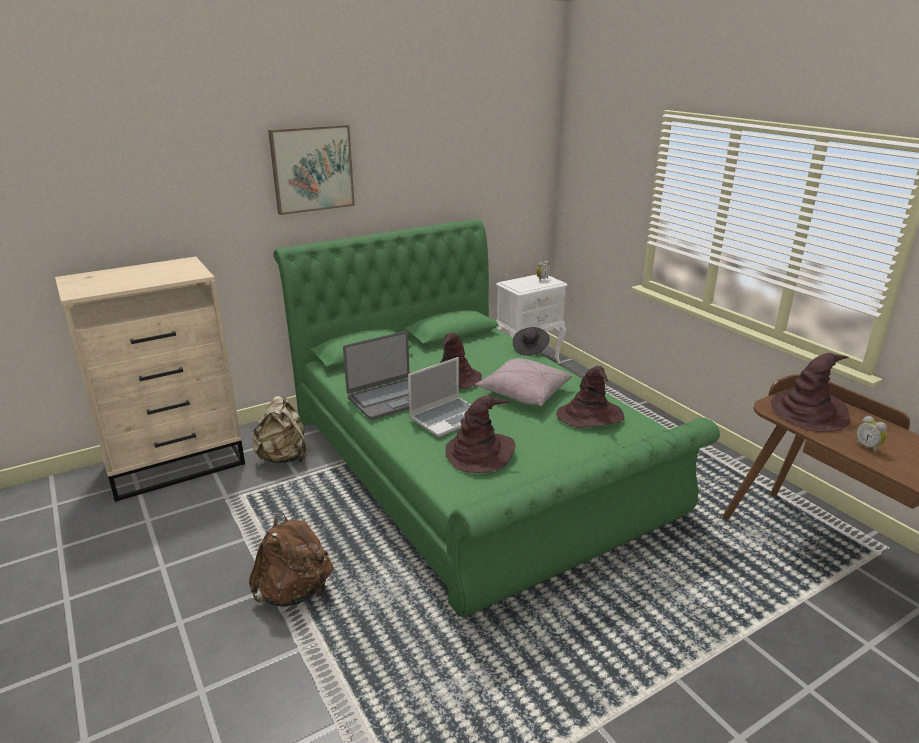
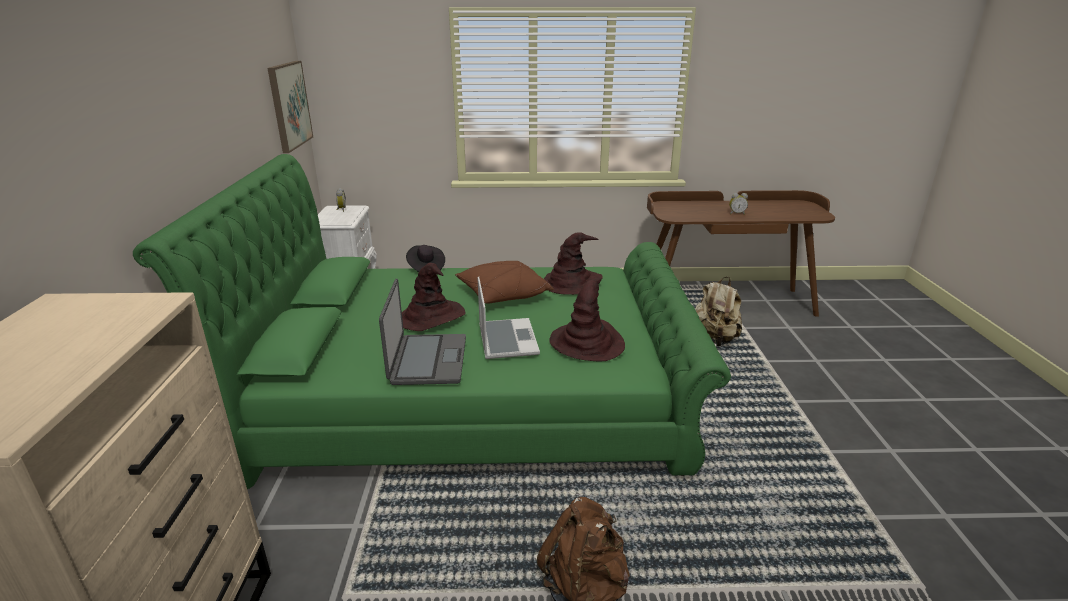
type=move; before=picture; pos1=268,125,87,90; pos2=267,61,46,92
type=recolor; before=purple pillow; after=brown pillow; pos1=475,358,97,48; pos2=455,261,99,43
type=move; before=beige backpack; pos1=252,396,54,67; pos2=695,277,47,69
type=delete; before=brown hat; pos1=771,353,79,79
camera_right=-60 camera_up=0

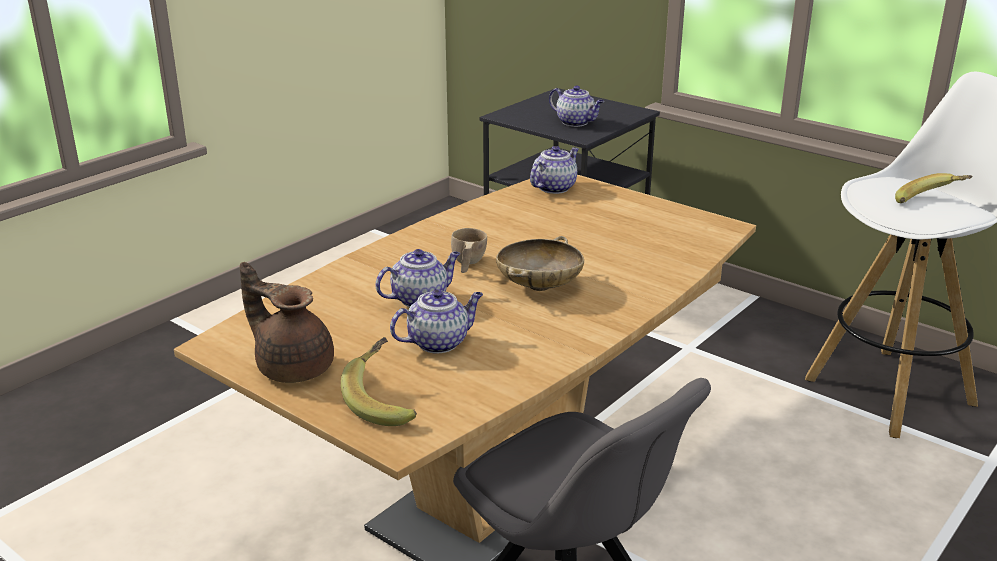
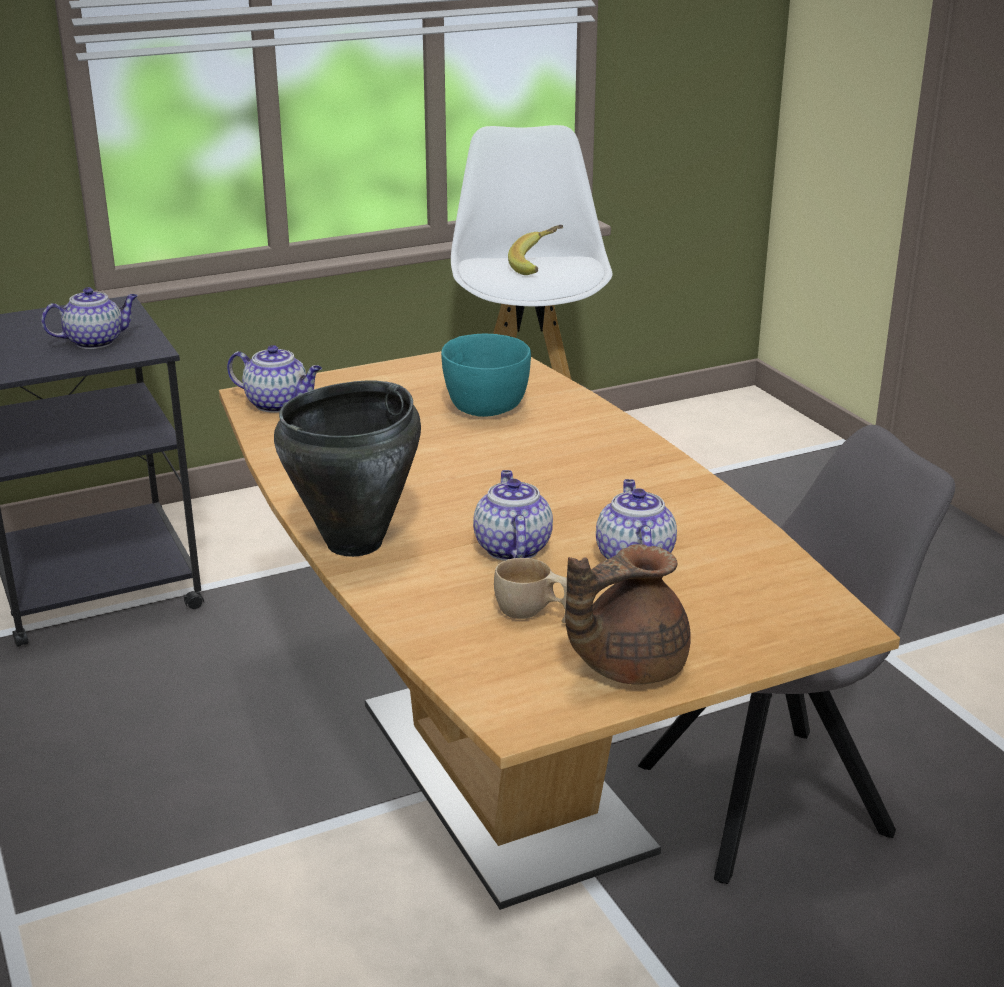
type=rotate; before=teapot; pos1=530,146,49,48; pos2=227,345,95,68; turn=135
type=insert; after=black cooking pot; pos2=274,381,147,176
type=insert; after=turquoise bowl; pos2=441,333,90,84
type=move; before=beige cup; pos1=451,228,36,45; pos2=494,558,73,65
type=delete; before=banana; pos1=341,337,76,89
type=delete; before=beige bowl; pos1=496,236,88,55
camera_right=-65 camera_up=0

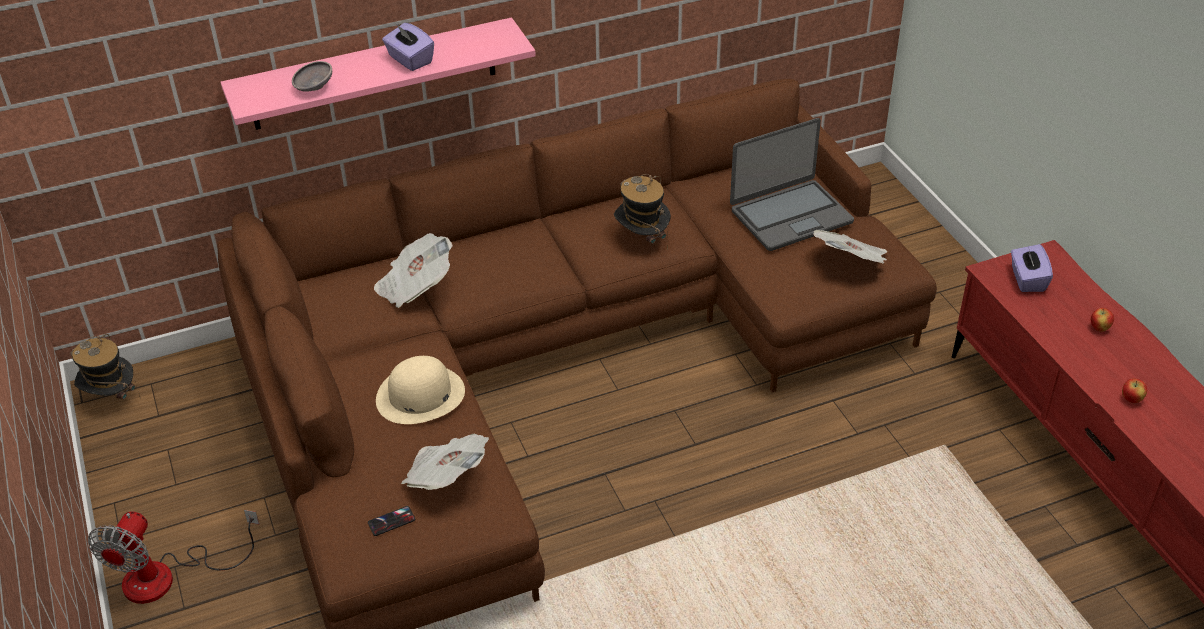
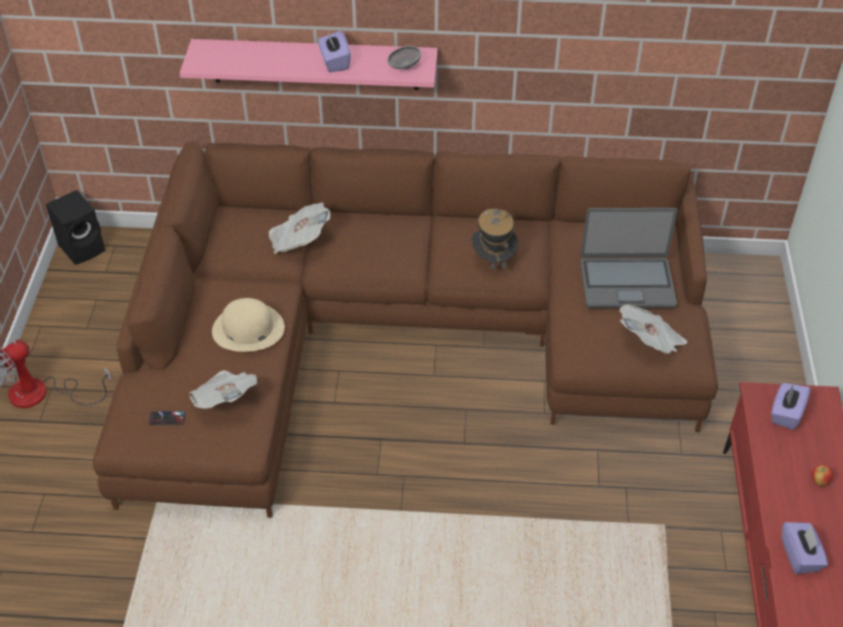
type=replace; before=hat; after=black speaker; pos1=71,334,70,65; pos2=46,190,59,75
type=move; before=grey bowl; pos1=292,61,40,31; pos2=387,46,34,23
type=replace; before=apple; after=purple tissue box; pos1=1122,378,25,25; pos2=782,522,46,52
camera_right=25 camera_up=5

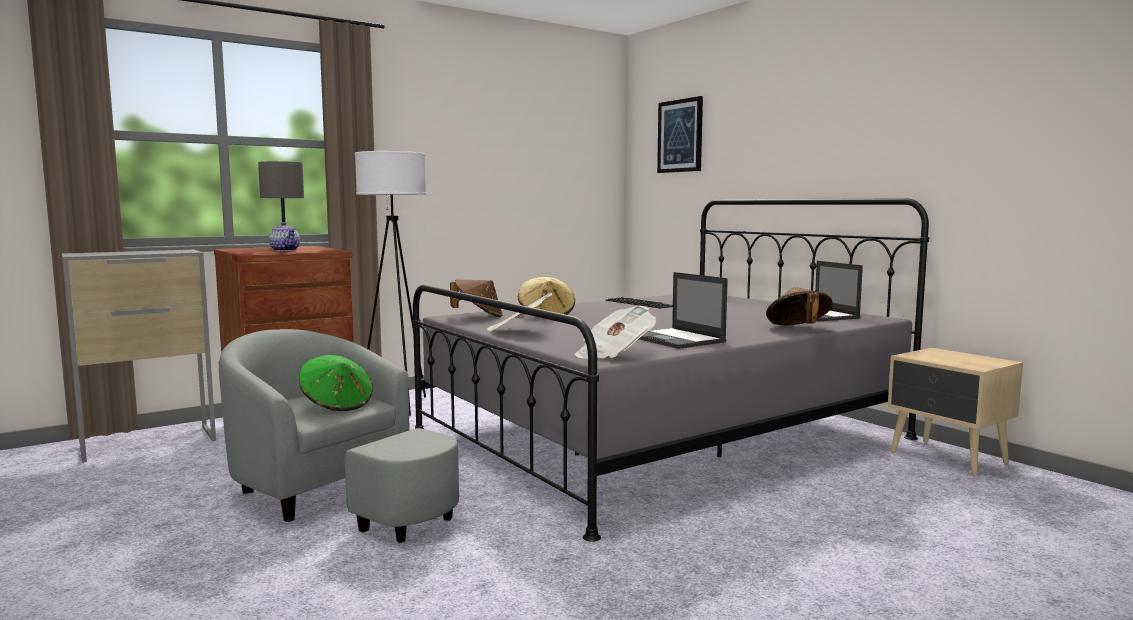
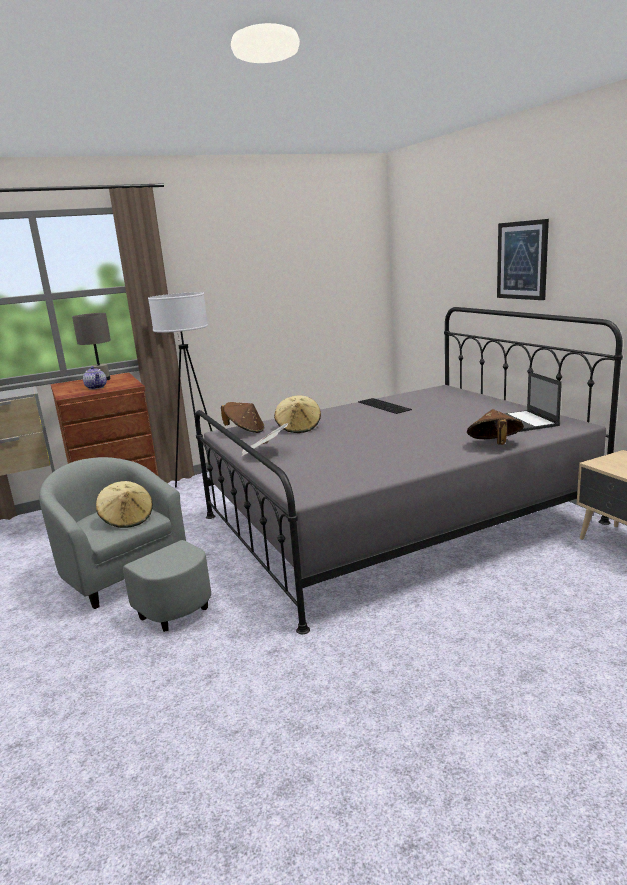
type=recolor; before=green hat; after=beige hat; pos1=299,355,74,56; pos2=96,481,57,47
type=move; before=picture; pos1=657,96,46,77; pos2=497,219,52,81
type=delete; before=newspaper; pos1=575,306,81,52
type=delete; before=laptop; pos1=639,272,89,77
camera_right=10 camera_up=10

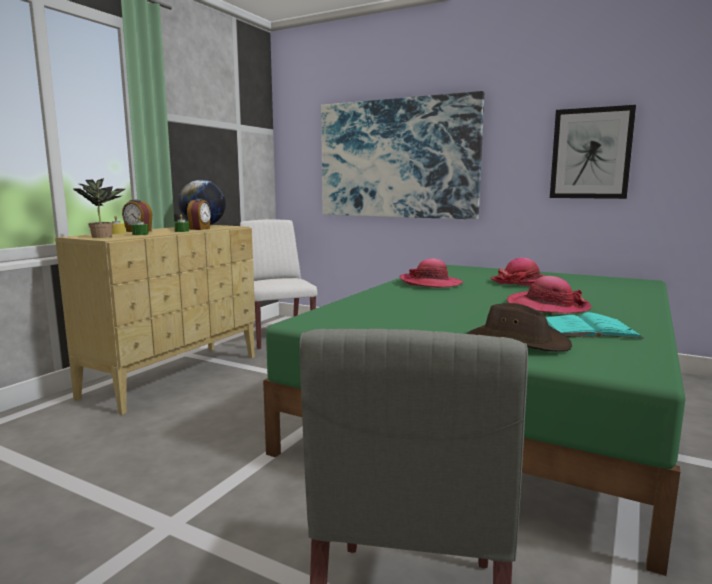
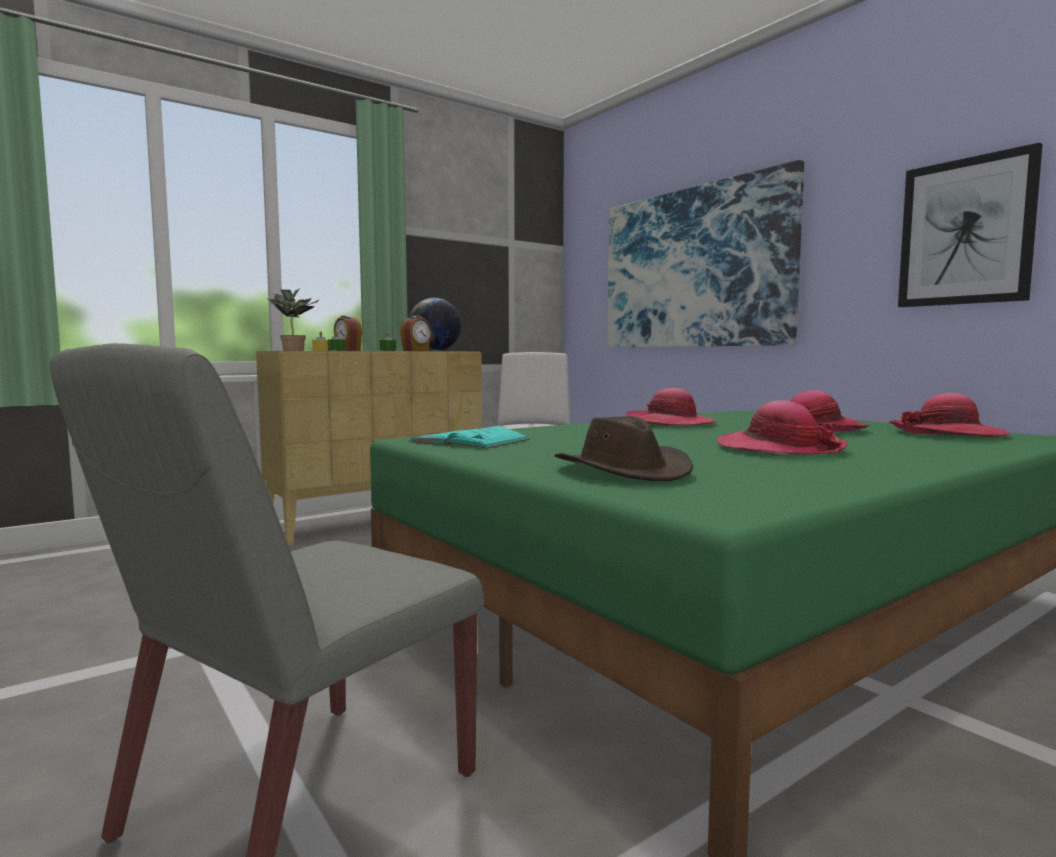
type=move; before=turquoise book; pos1=546,312,98,27; pos2=409,426,121,22
type=insert; after=hat; pos2=889,393,121,44
camera_right=25 camera_up=-5

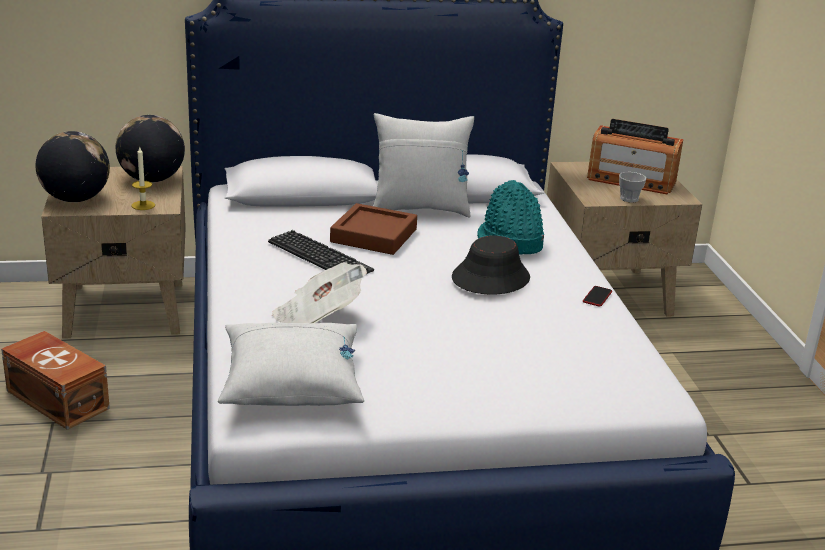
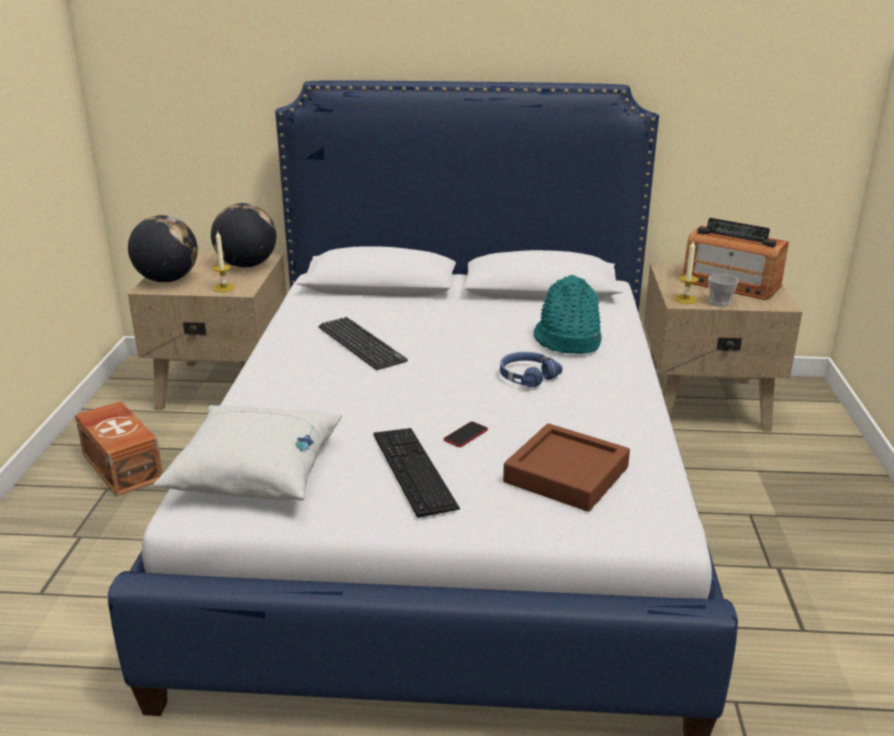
type=insert; after=keyboard; pos2=374,428,86,90
type=move; before=phone; pos1=583,286,29,21; pos2=443,422,45,25
type=replace; before=black hat; after=blue headphones; pos1=452,236,78,59; pos2=500,352,62,35
type=move; before=brown tray; pos1=330,203,87,52; pos2=503,423,127,89
type=insert; after=candle; pos2=674,240,25,64
type=delete; before=newspaper; pos1=272,262,95,61
type=delete; before=grey pillow; pos1=373,113,101,104
camera_right=15 camera_up=0

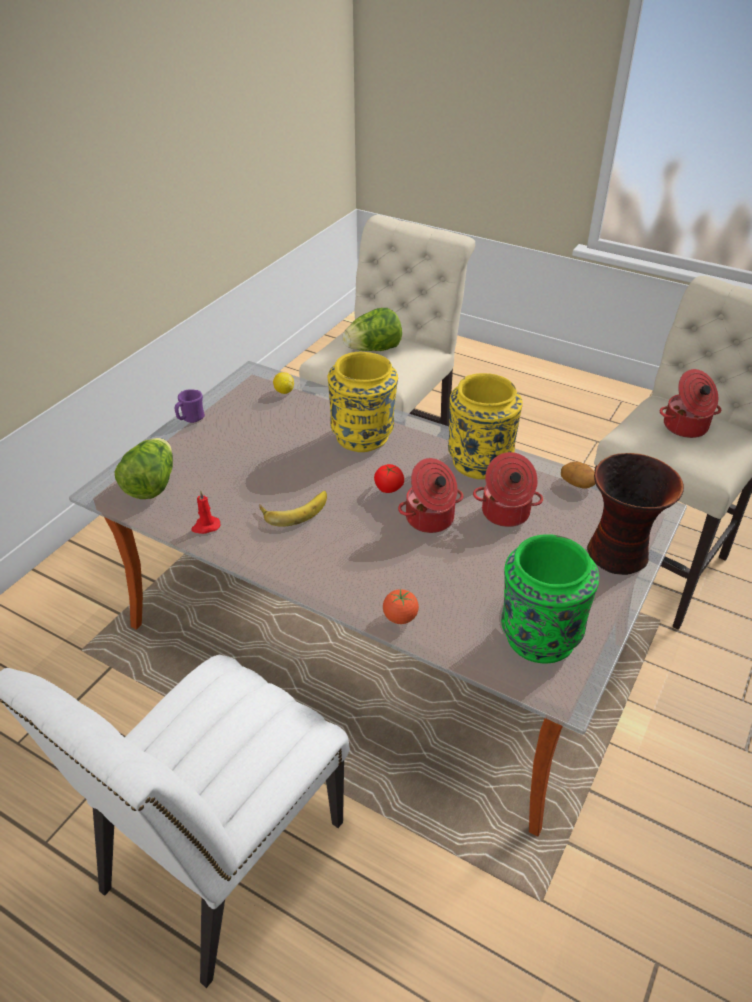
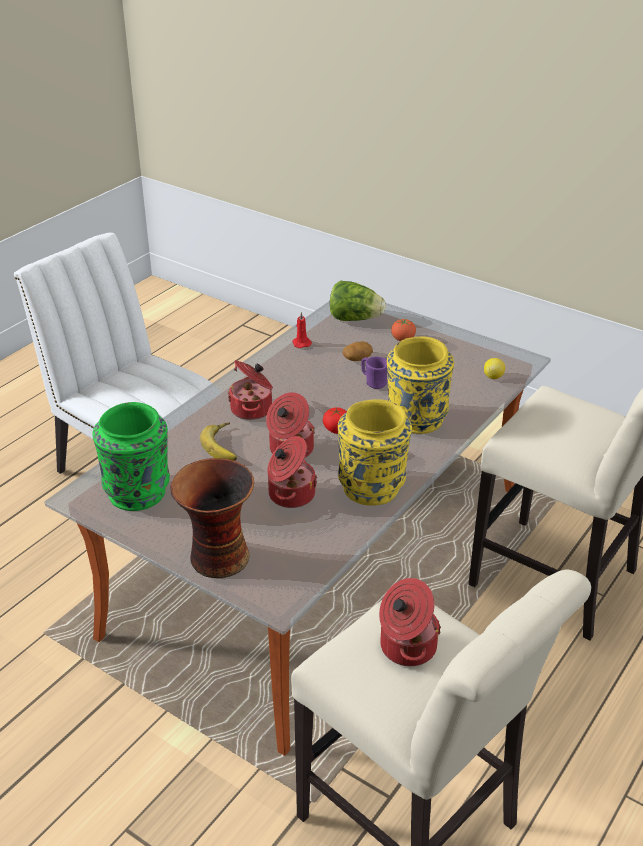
type=move; before=banana; pos1=259,491,68,36; pos2=200,422,37,39
type=insert; after=cooking pot; pos2=228,360,45,60
type=move; before=potato; pos1=561,461,35,28; pos2=343,341,30,20
type=move; before=purple mug; pos1=174,389,31,34; pos2=361,356,26,33
type=move; before=tomato; pos1=383,589,36,35; pos2=391,319,25,22
type=delete; before=lettuce; pos1=342,308,60,43
camera_right=95 camera_up=-5

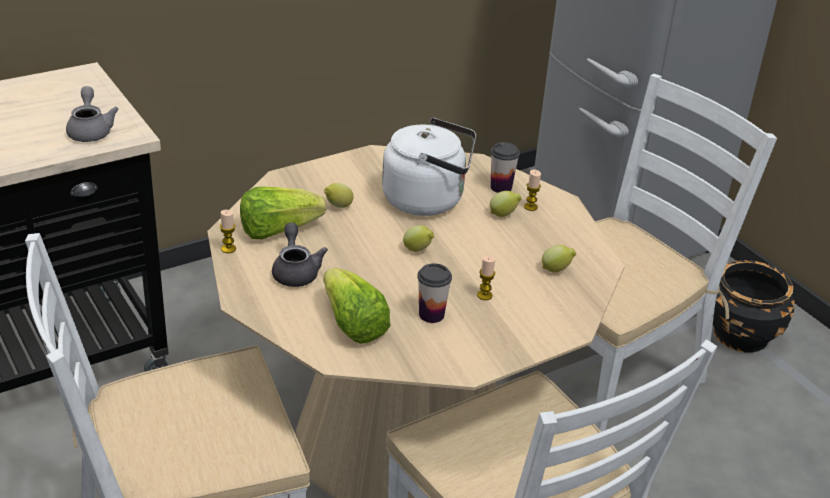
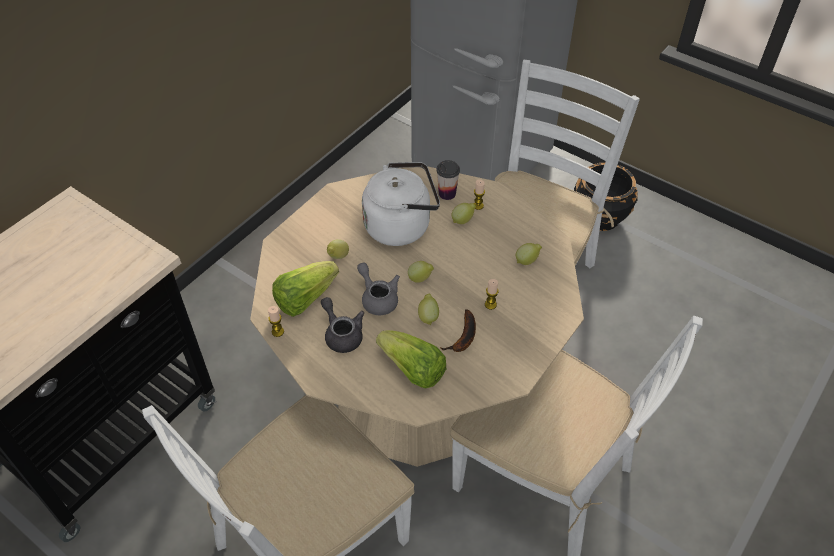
type=move; before=grey teapot; pos1=66,86,53,56; pos2=357,263,43,52
type=insert; after=lemon; pos2=418,294,21,31
type=replace; before=cup; after=banana; pos1=417,263,35,60; pos2=439,309,37,43
camera_right=-20 camera_up=15

